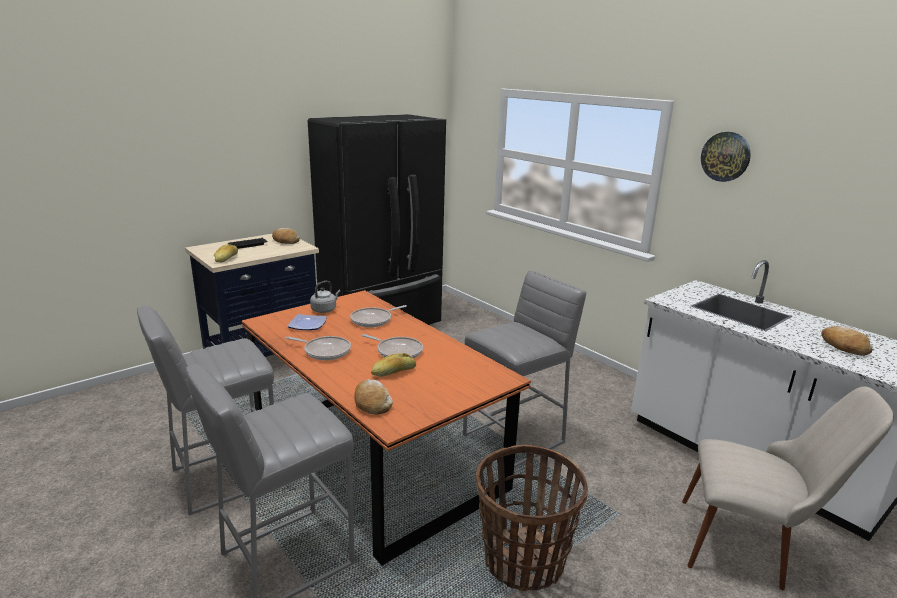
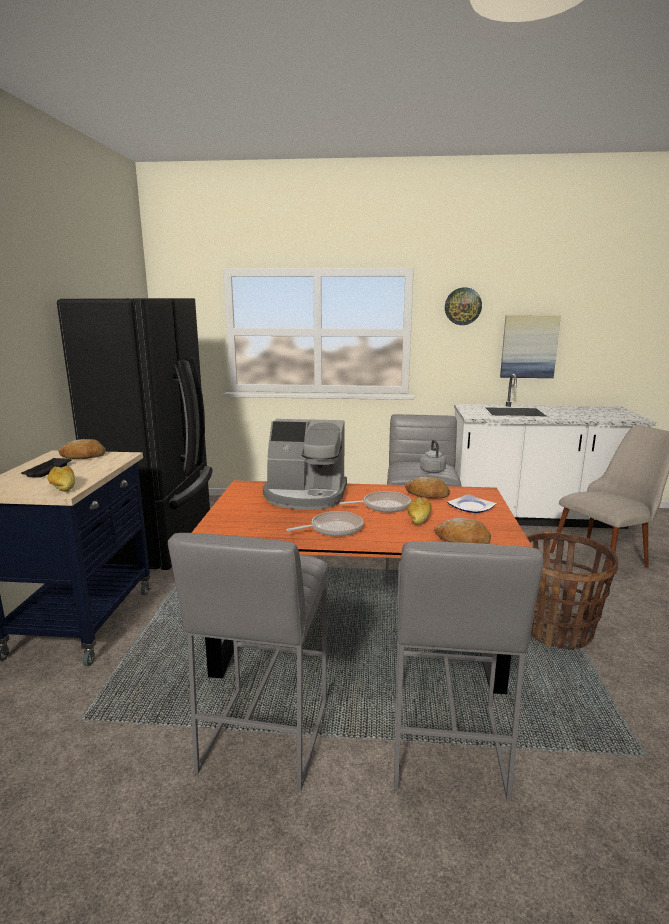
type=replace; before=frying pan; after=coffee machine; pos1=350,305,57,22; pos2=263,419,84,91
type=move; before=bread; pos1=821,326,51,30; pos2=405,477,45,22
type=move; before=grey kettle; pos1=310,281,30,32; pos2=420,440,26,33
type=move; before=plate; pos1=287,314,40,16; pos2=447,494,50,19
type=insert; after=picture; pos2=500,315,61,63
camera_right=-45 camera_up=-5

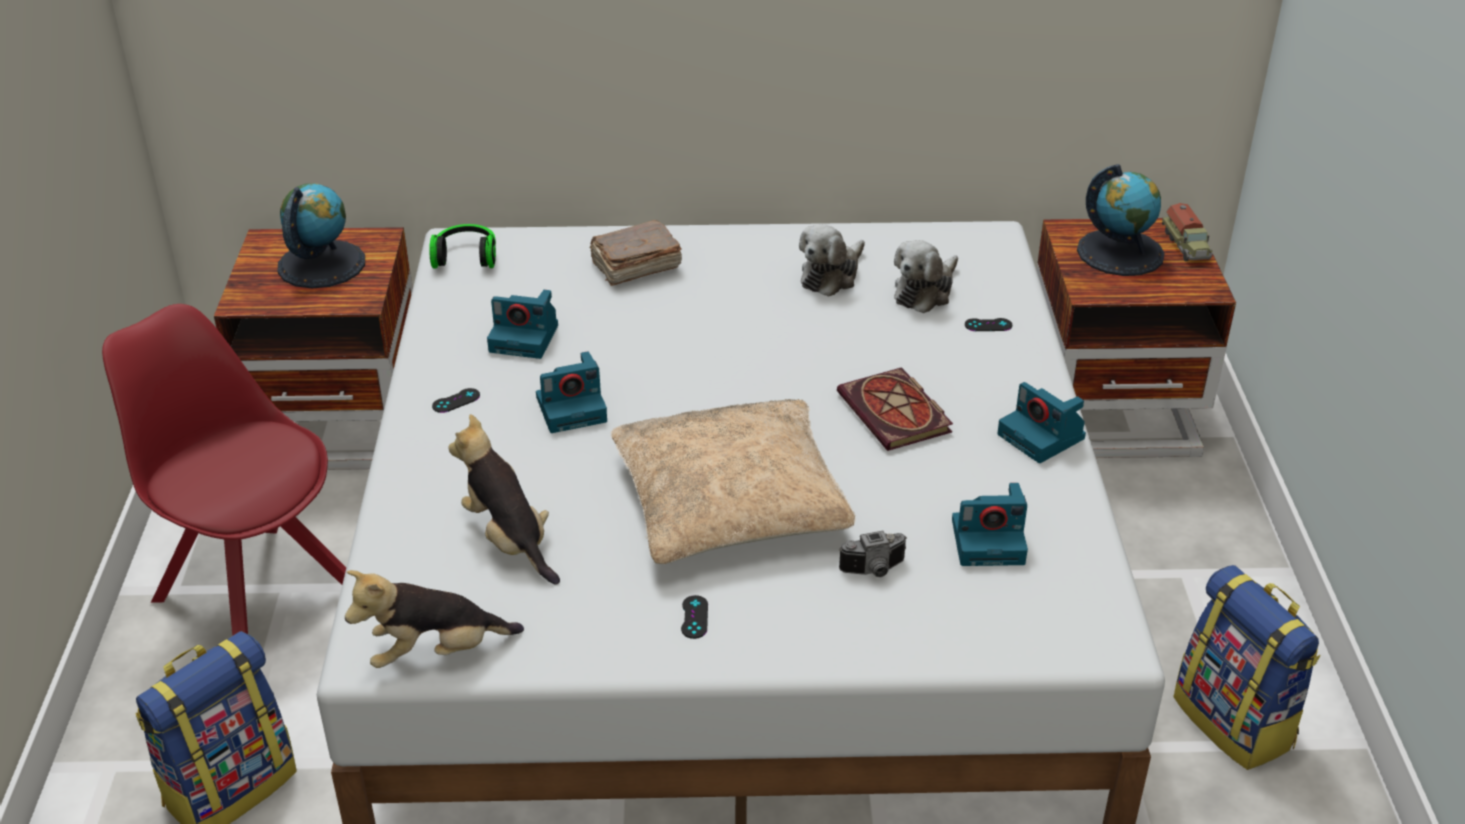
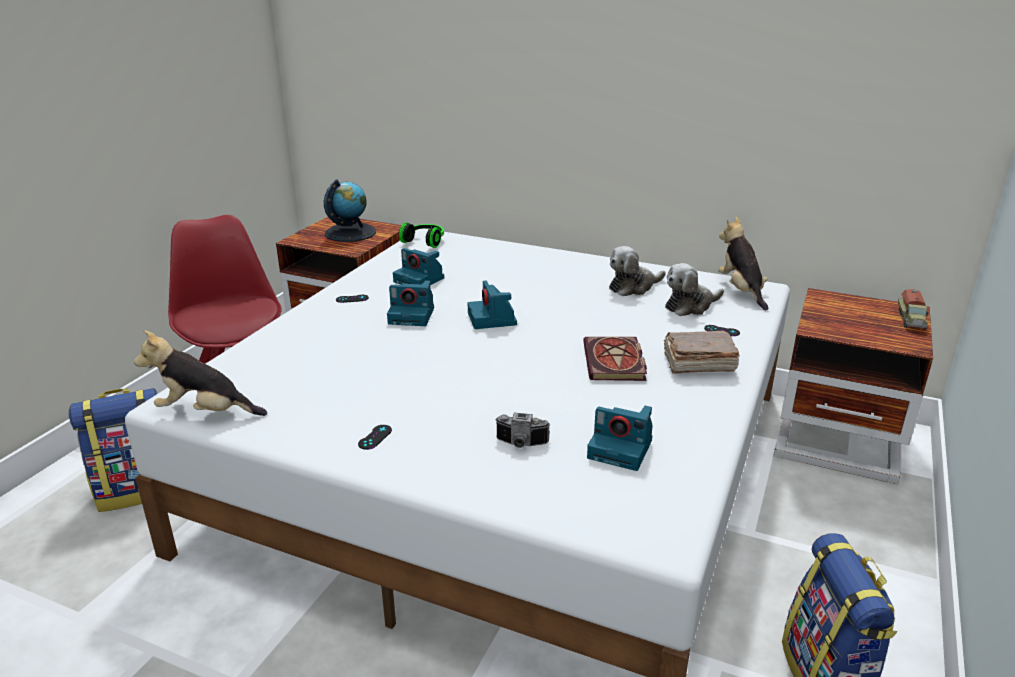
type=move; before=photo camera; pos1=997,382,89,81; pos2=467,281,50,48
type=move; before=brown book; pos1=589,220,93,66; pos2=664,331,76,42
type=move; before=plush toy; pos1=448,414,112,171; pos2=718,217,50,94
type=delete; before=beige pillow; pos1=611,399,245,165
type=delete; before=globe; pos1=1077,164,88,112
camera_right=25 camera_up=-10

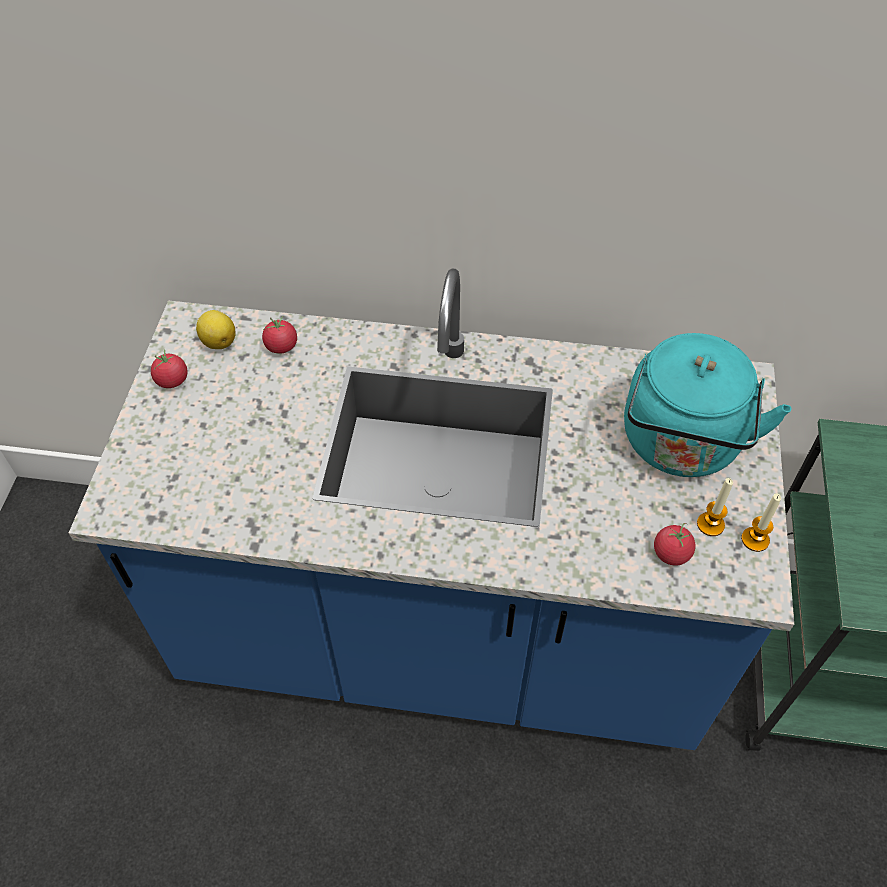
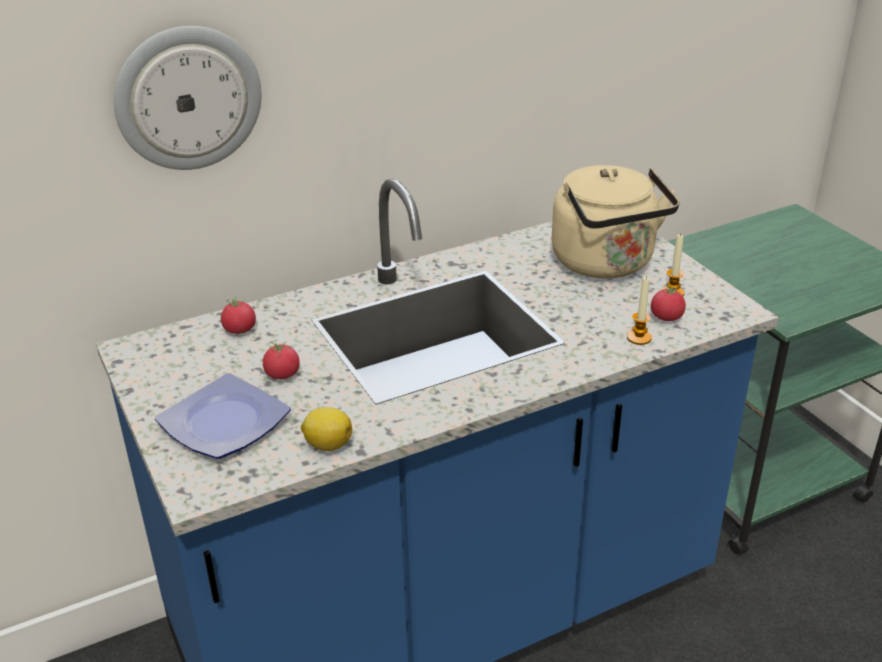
type=insert; after=wall clock; pos2=114,26,148,144
type=insert; after=plate; pos2=155,373,136,86
type=move; before=tomato; pos1=151,349,37,39; pos2=263,341,37,38
type=move; before=lemon; pos1=196,310,40,39; pos2=301,407,51,44
type=recolor; before=turquoise kettle; after=beige kettle; pos1=624,333,168,144; pos2=552,165,127,113
type=move; before=candle; pos1=741,493,40,59; pos2=627,276,25,69
camera_right=-35 camera_up=-20

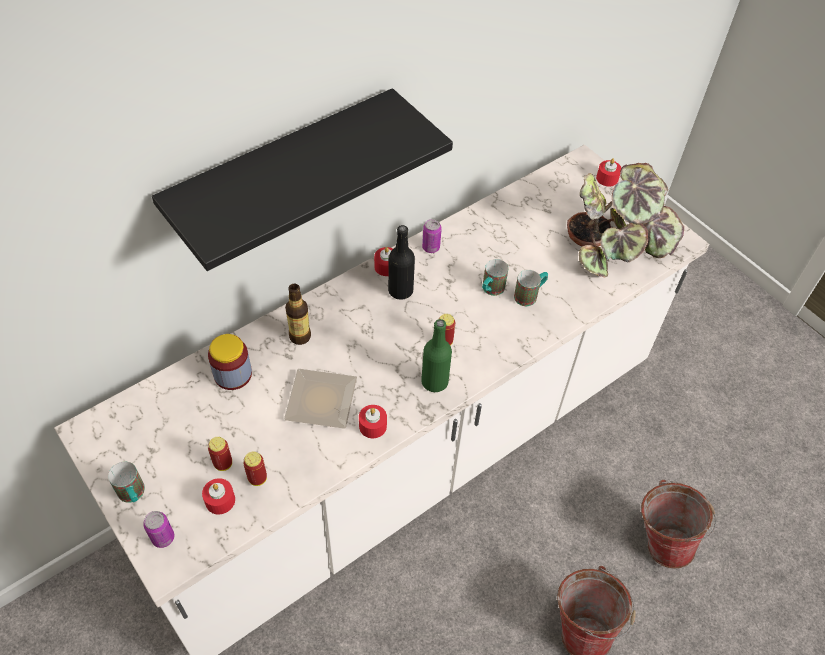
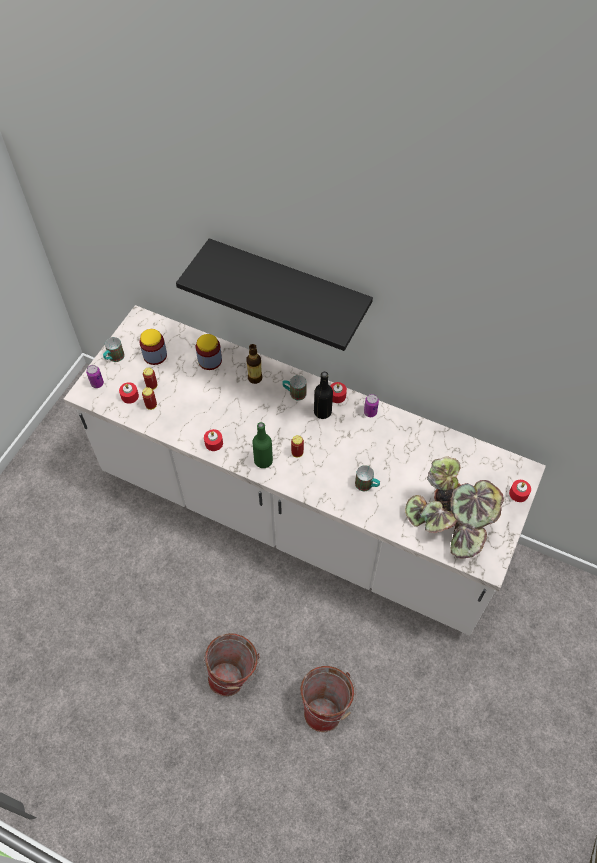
type=insert; after=jar; pos2=139,329,28,36
type=move; before=mug; pos1=482,259,26,37; pos2=282,375,25,26
type=delete; before=plate; pos1=284,369,73,60
camera_right=65 camera_up=5

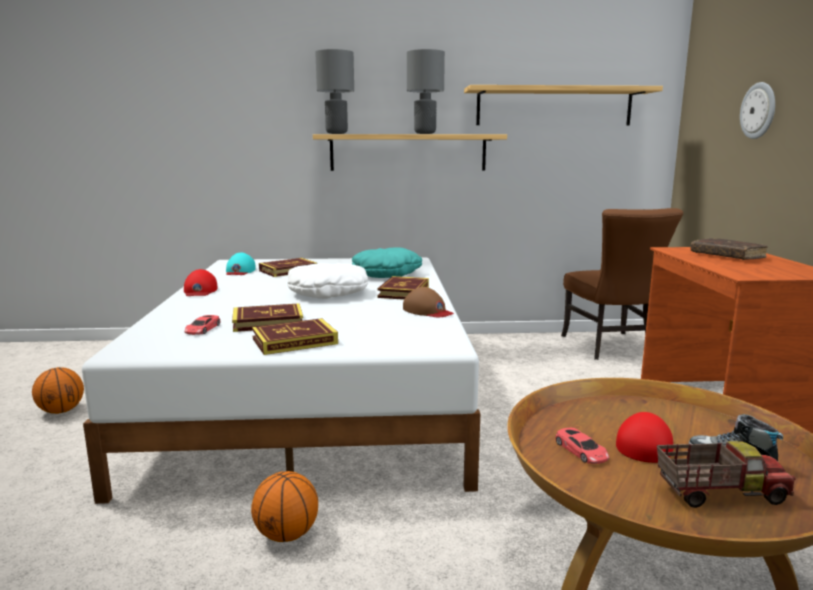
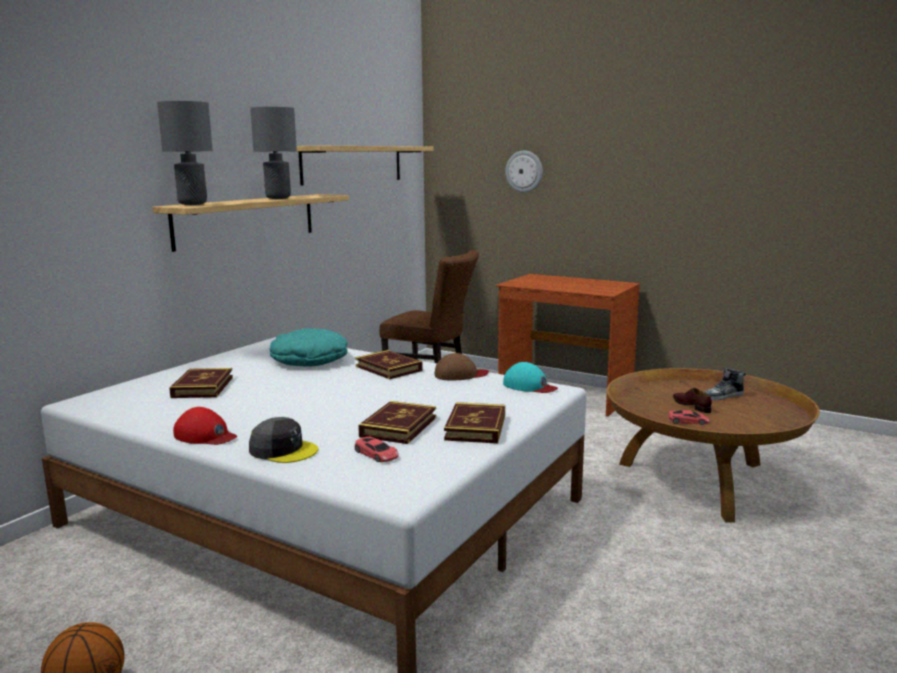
type=insert; after=grey cap; pos2=249,417,69,46
type=move; before=turquoise cap; pos1=226,253,30,22; pos2=503,362,55,31
type=replace; before=red cap; after=brown shoe; pos1=616,412,57,51; pos2=673,388,39,25
type=delete; before=basketball; pos1=251,471,67,71
type=delete; before=white pillow; pos1=287,263,81,36
type=delete; before=toy truck; pos1=657,441,139,67
type=delete; before=brown book; pos1=690,238,78,22
camera_right=-55 camera_up=0

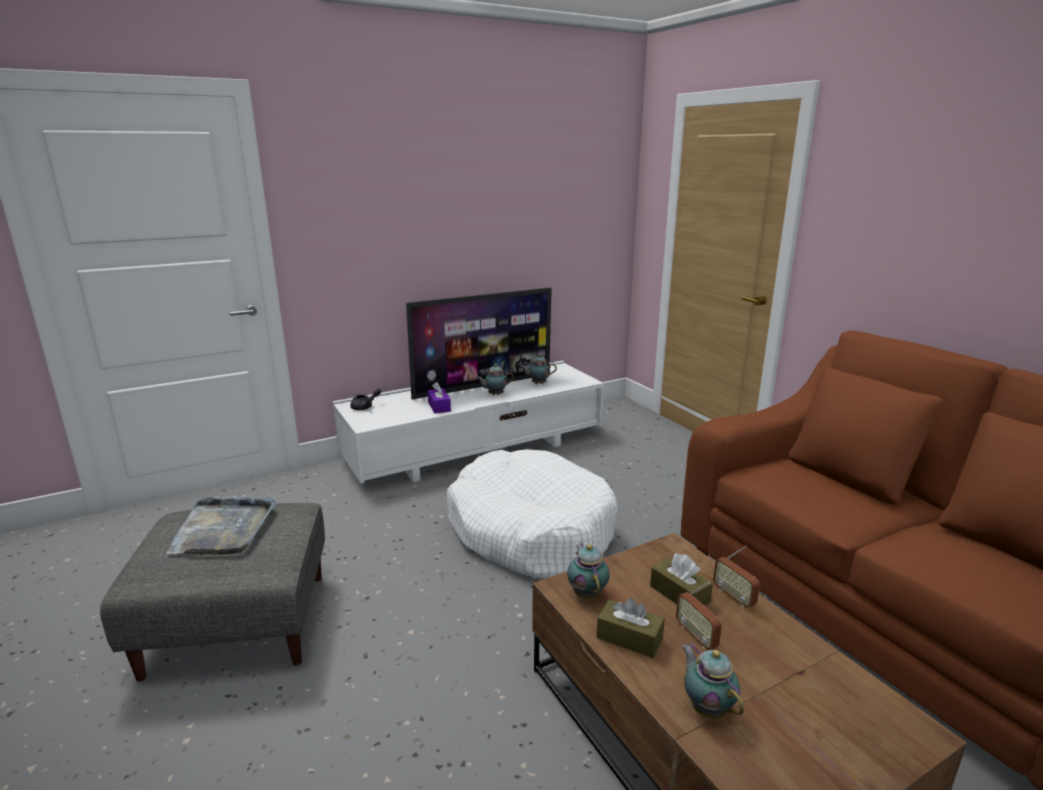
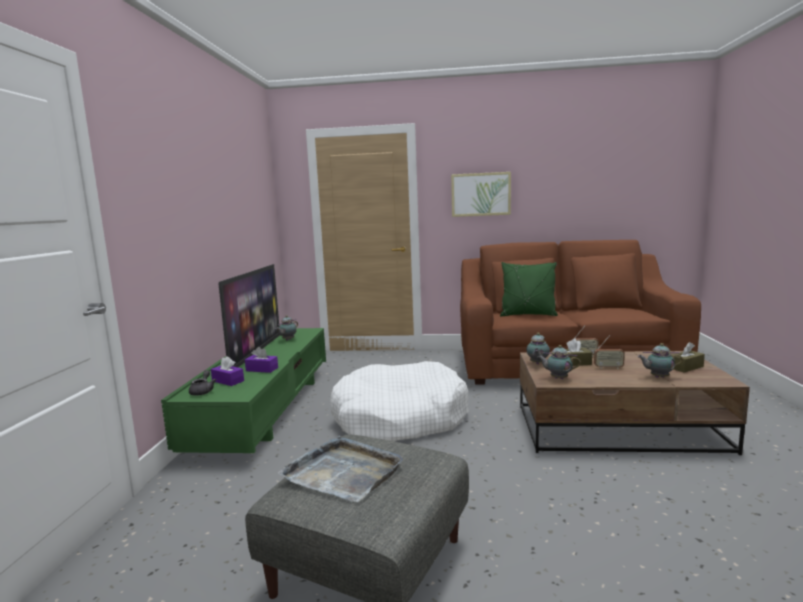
type=recolor; before=white tv stand; after=green tv stand; pos1=333,361,271,122; pos2=161,328,165,125
type=insert; after=purple tissue box; pos2=211,356,33,30
type=insert; after=picture; pos2=451,172,60,45
type=insert; after=green pillow; pos2=500,262,58,55
type=move; before=teapot; pos1=476,364,38,31; pos2=526,333,24,31
type=move; before=brown tissue box; pos1=597,598,68,60; pos2=671,342,34,31
camera_right=-55 camera_up=-10

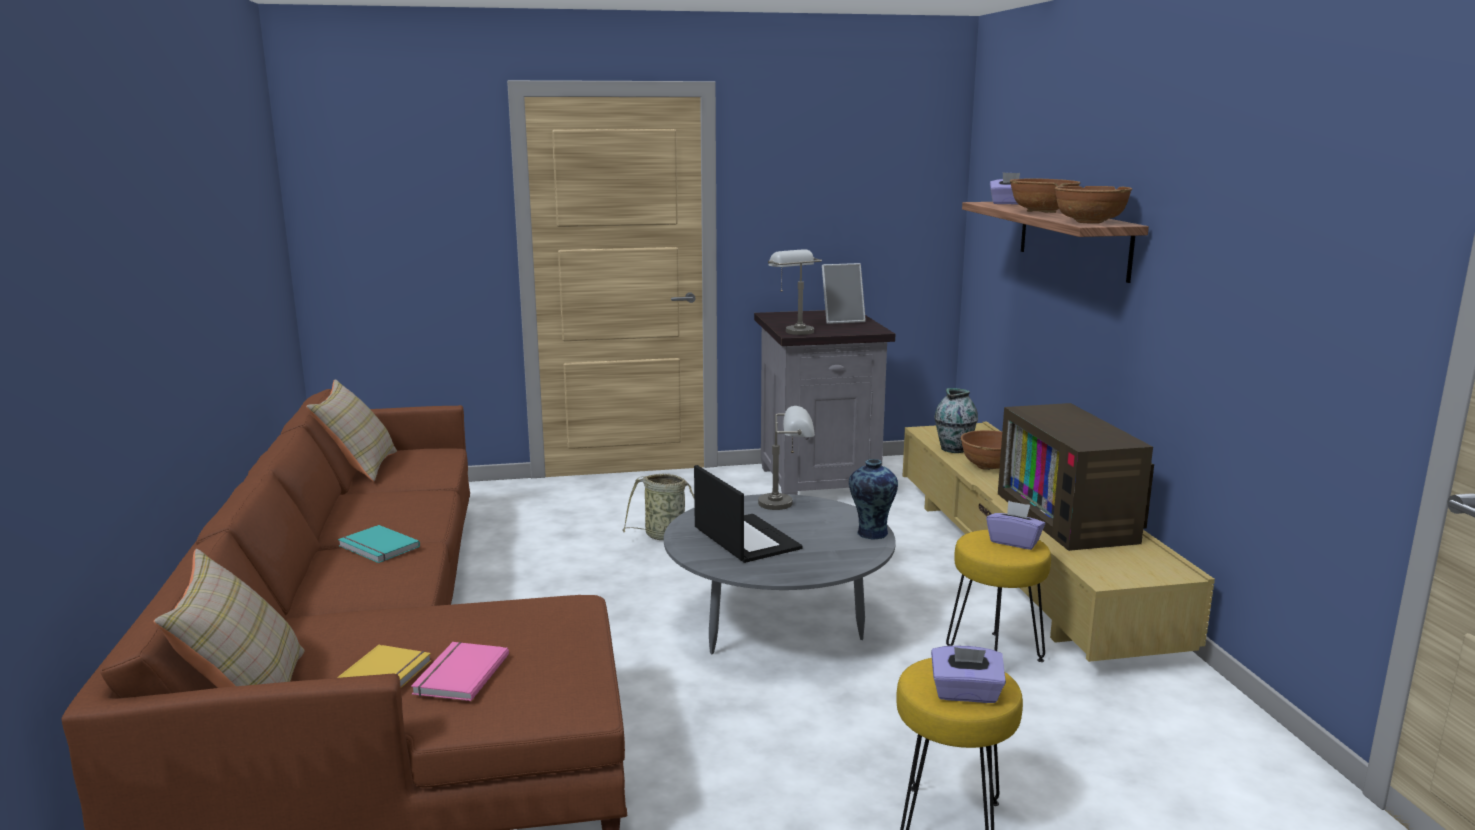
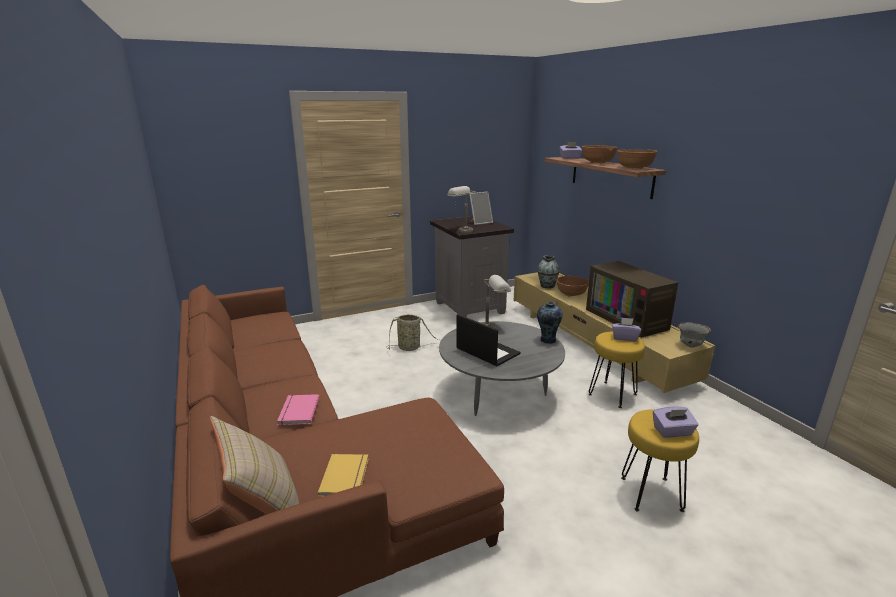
type=move; before=pink book; pos1=411,642,98,59; pos2=277,394,42,32
type=insert; after=grey bowl; pos2=678,322,33,26
type=delete; before=beige pillow; pos1=306,379,91,103
type=delete; before=turquoise book; pos1=338,525,82,38
camera_right=-15 camera_up=5

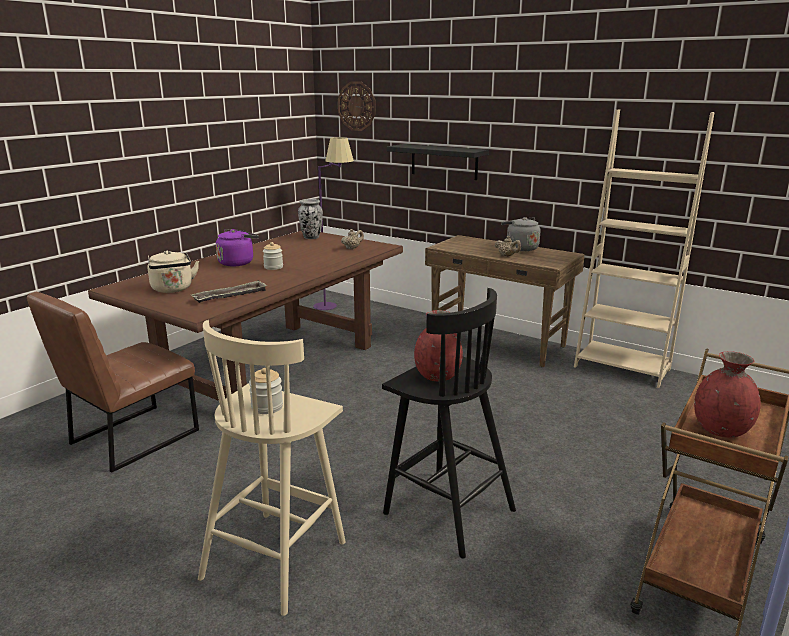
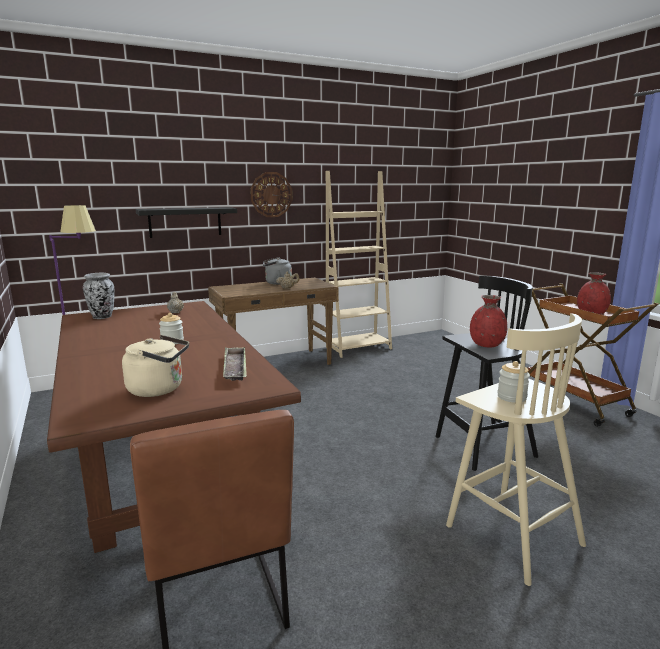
type=move; before=wall clock; pos1=338,81,38,50; pos2=250,172,42,45
type=delete; before=purple kettle; pos1=216,229,43,37
camera_right=-60 camera_up=-5

